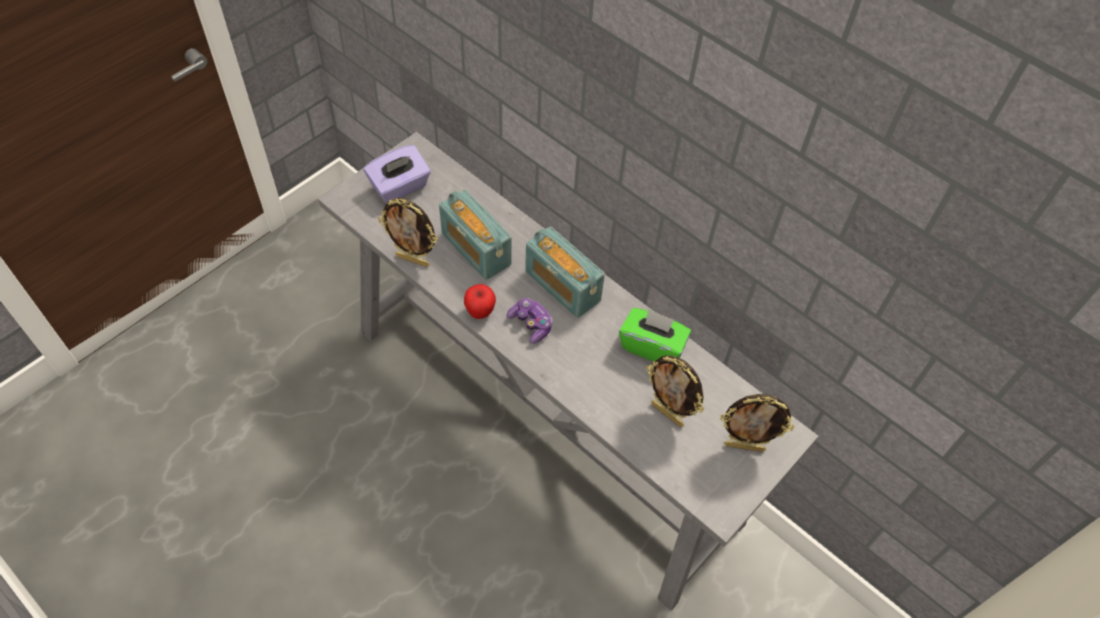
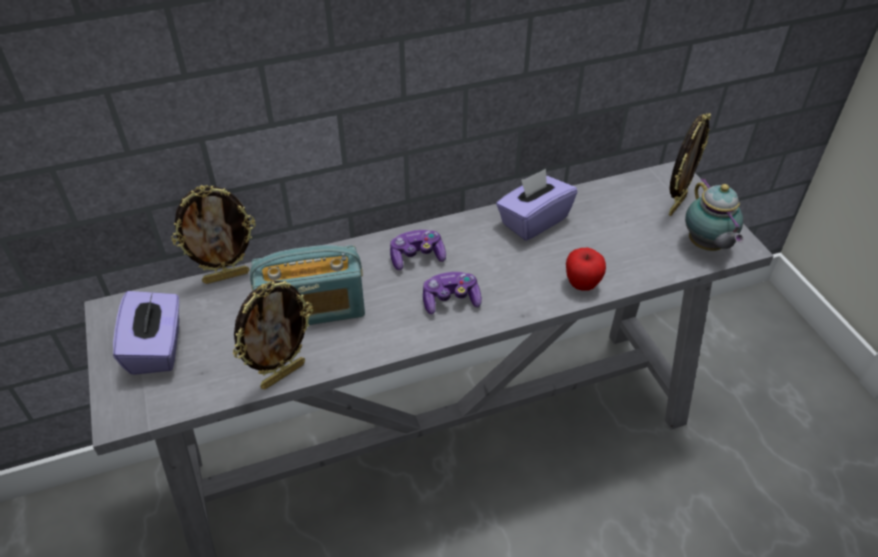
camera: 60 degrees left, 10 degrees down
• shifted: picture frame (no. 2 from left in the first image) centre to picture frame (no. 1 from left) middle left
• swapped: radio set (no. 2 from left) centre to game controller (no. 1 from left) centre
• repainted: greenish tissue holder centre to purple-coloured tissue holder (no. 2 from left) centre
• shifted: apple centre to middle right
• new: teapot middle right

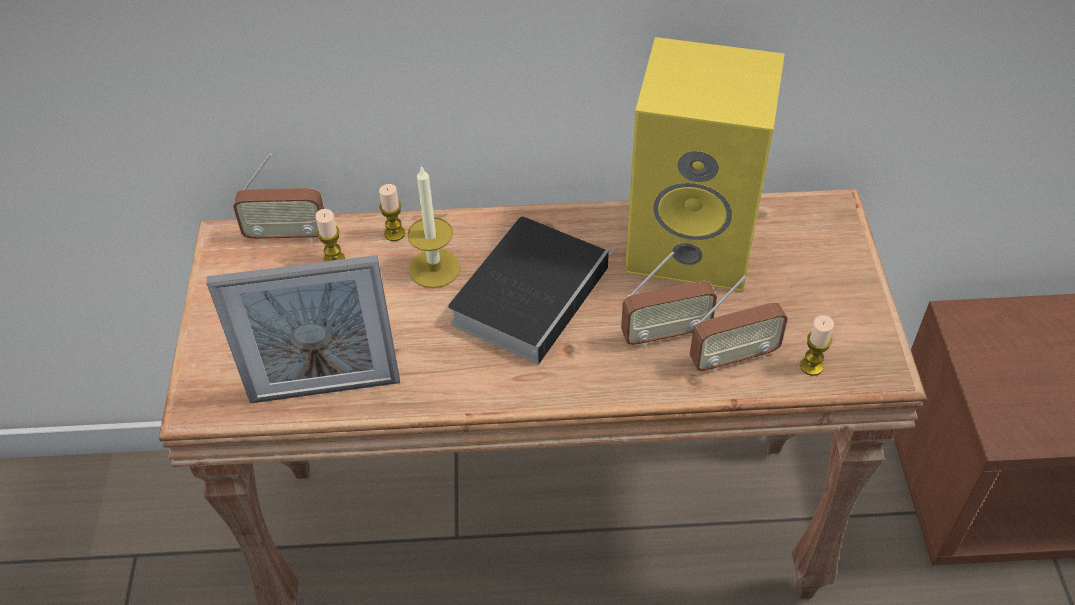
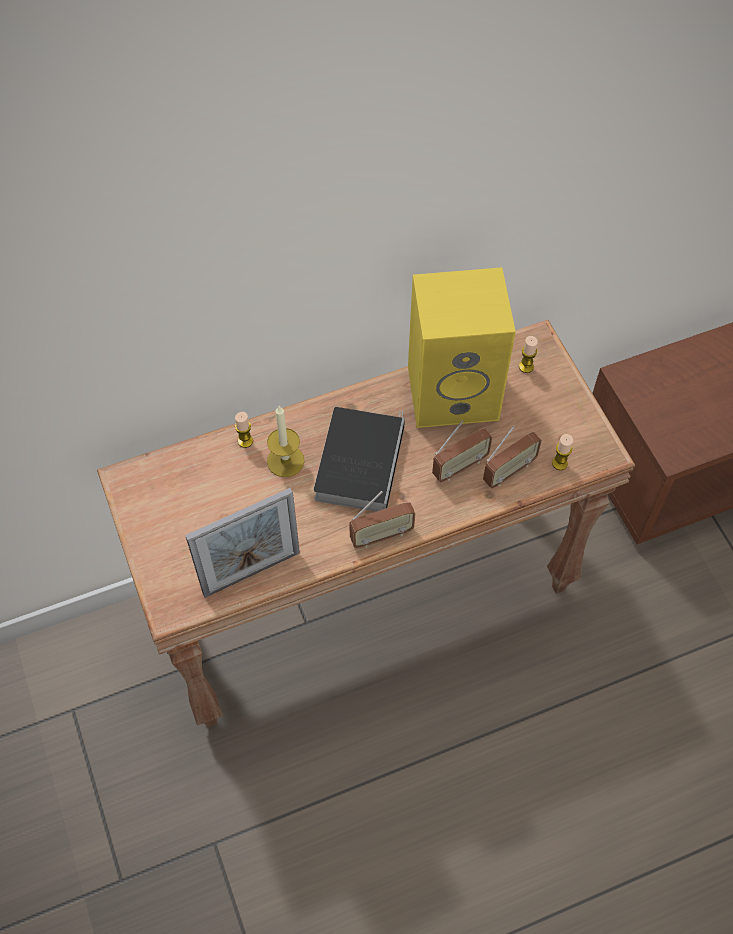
camera: 20 degrees left, 10 degrees up
• shifted: radio set (no. 1 from left) top left to centre
• shifted: wax light (no. 1 from left in the first image) middle left to wax light (no. 3 from left) middle right

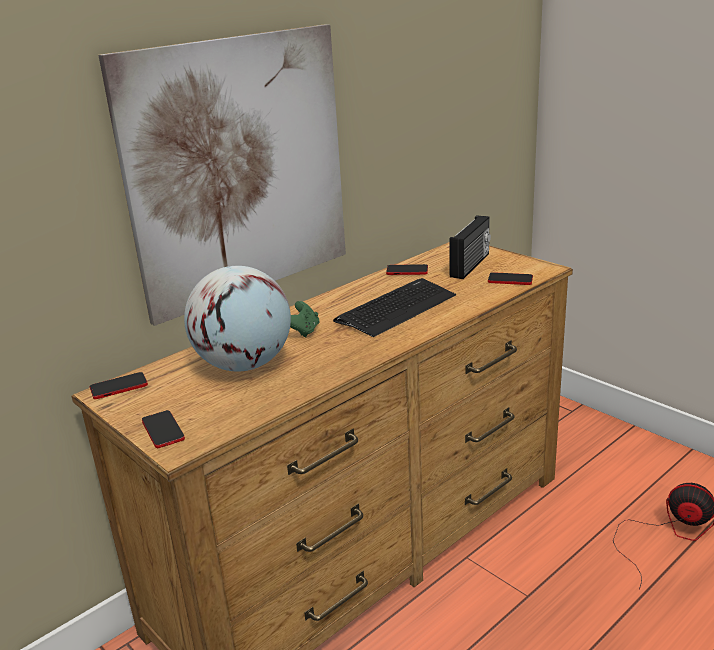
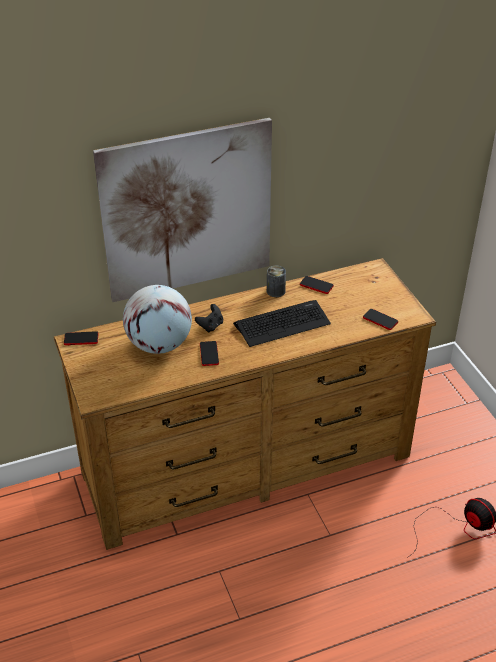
camera: 20 degrees right, 15 degrees up
• repainted: greenish game controller centre to black-coloured game controller centre
• shifted: handset (no. 2 from left) middle left to centre
• new: can centre
• gone: radio set centre

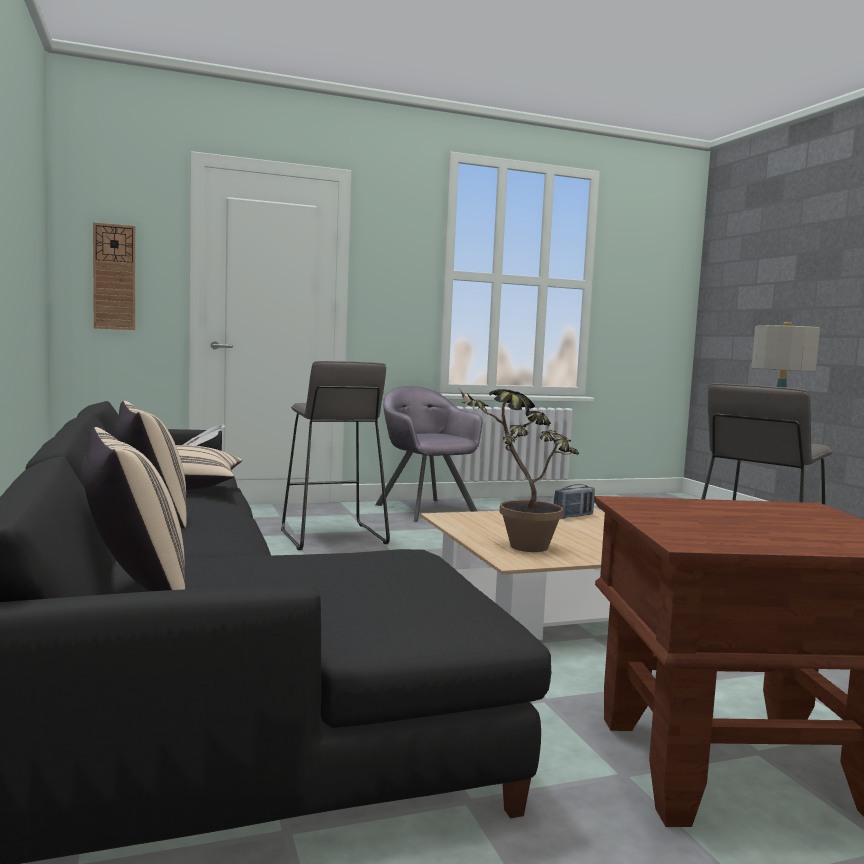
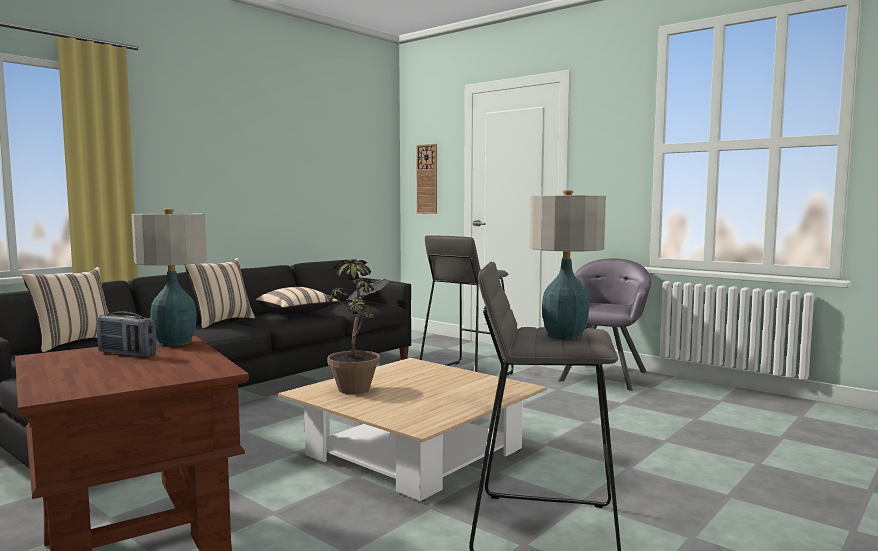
camera: 60 degrees right, 0 degrees up
• shifted: radio set centre to middle left
• new: lamp for a table (no. 1 from left) middle left

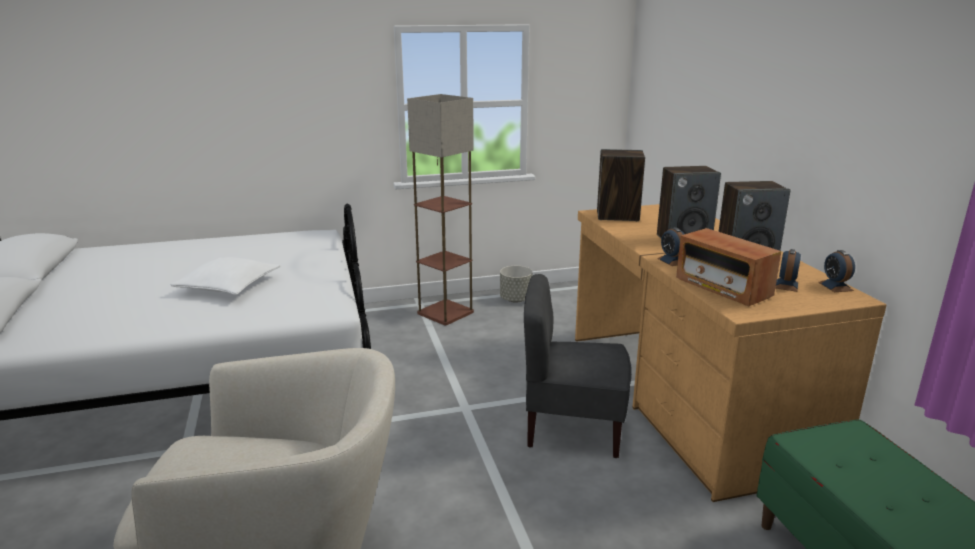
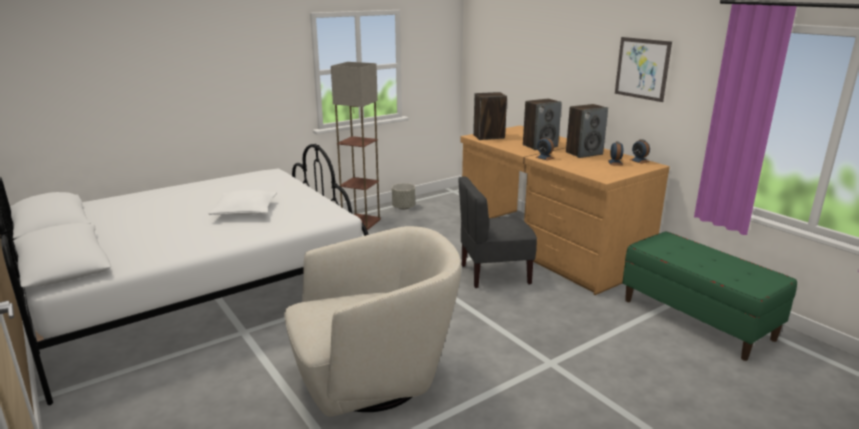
camera: 20 degrees left, 0 degrees up
• new: picture top right
• gone: radio set middle right

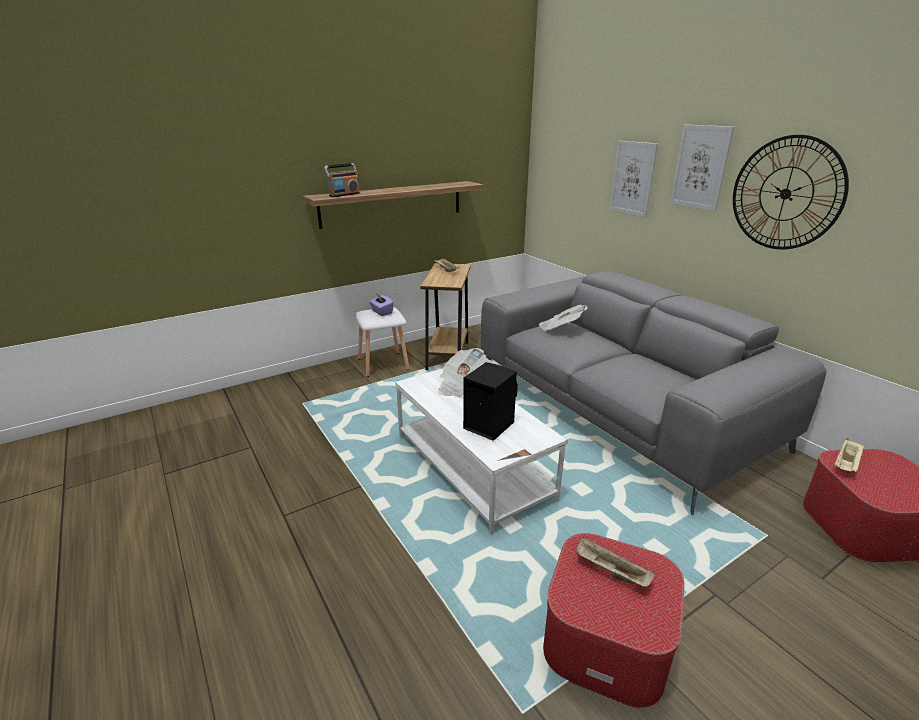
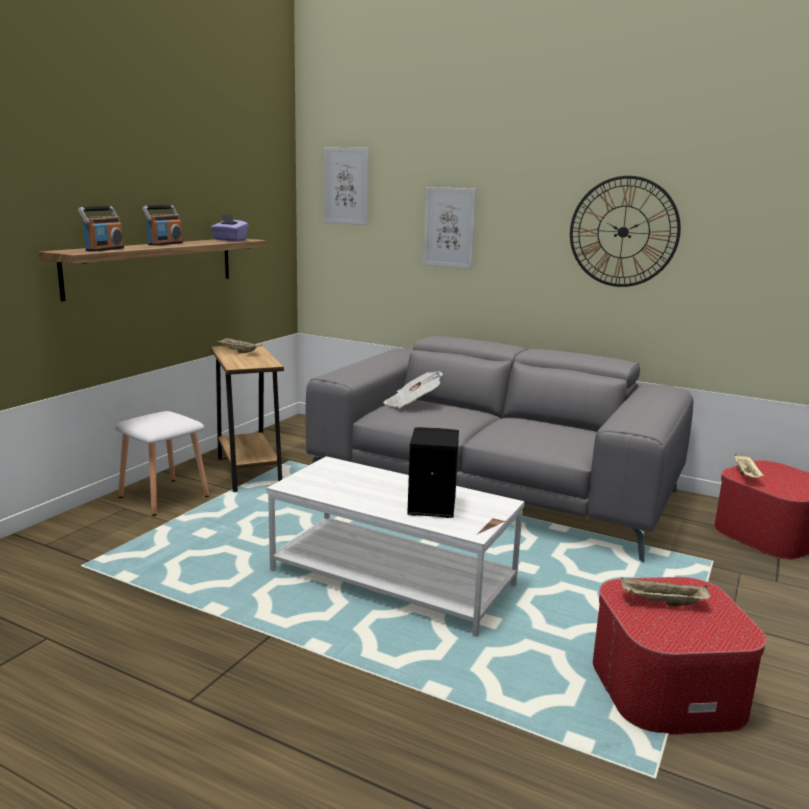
camera: 30 degrees left, 10 degrees down
• new: radio set (no. 2 from left) top left
• shifted: purple-coloured tissue holder centre to top left
• shifted: picture (no. 2 from left in the first image) top right to picture (no. 1 from left) top centre
• gone: daily paper (no. 1 from left) centre

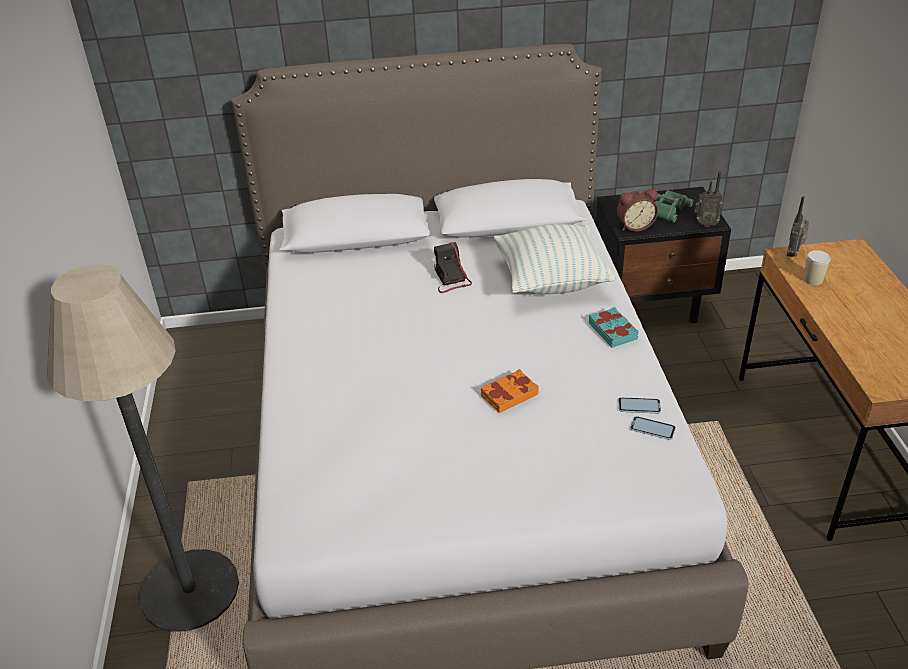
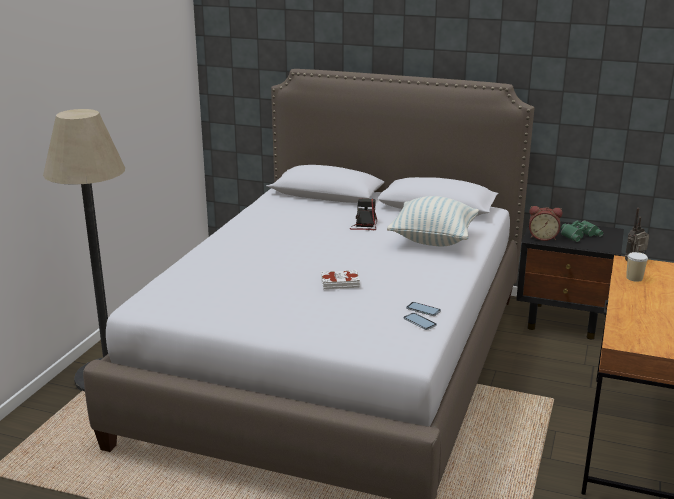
camera: 25 degrees right, 15 degrees down
• repainted: orange book centre to whitish book centre
• gone: blue-green book middle right
• gone: radio set (no. 1 from left) top right

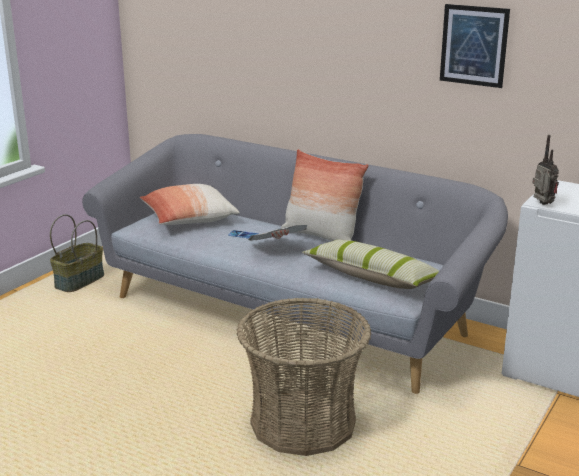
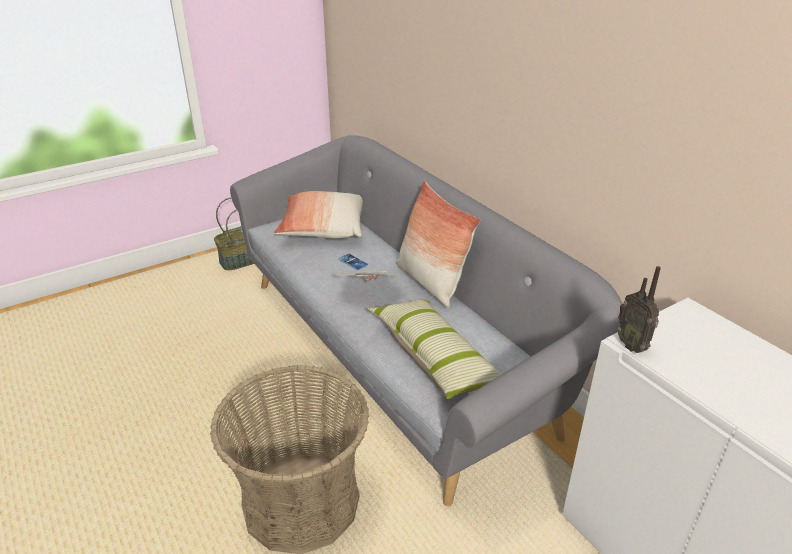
camera: 25 degrees right, 10 degrees up
• rotated: radio set middle right = middle right 150 degrees clockwise
• gone: picture top right

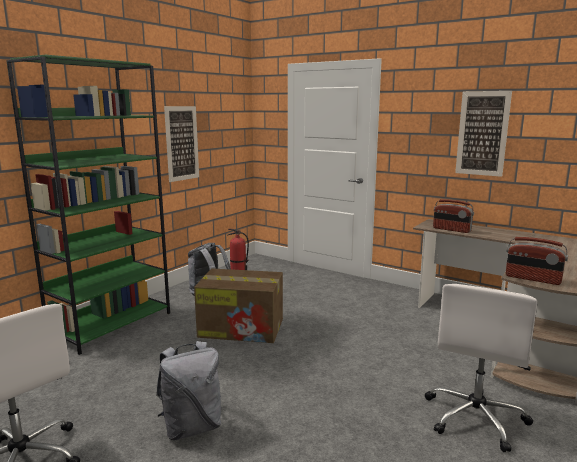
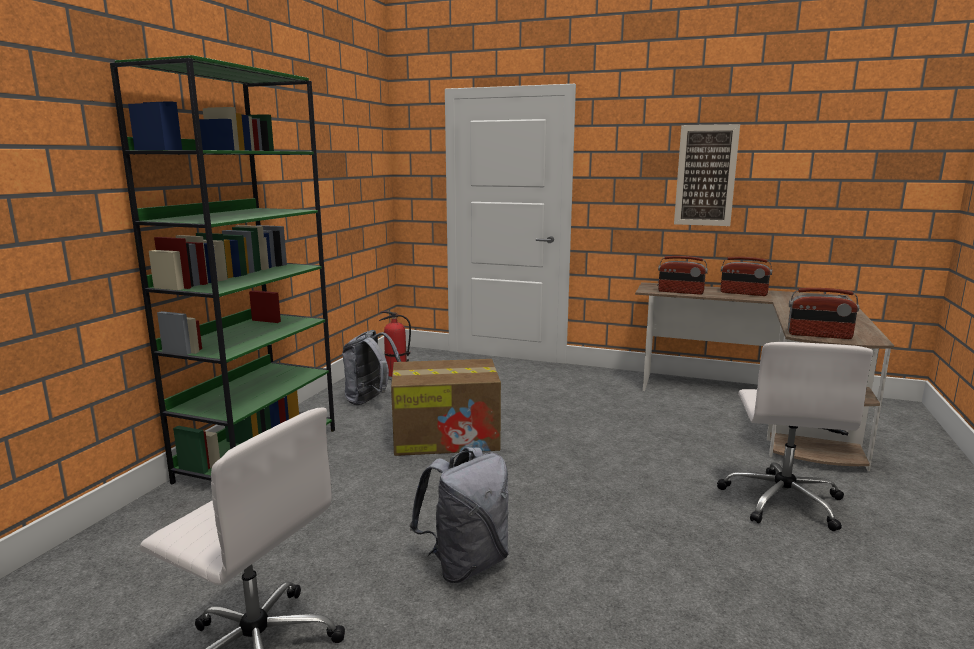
camera: 15 degrees left, 0 degrees up
• new: radio set (no. 2 from left) middle right
• gone: picture (no. 1 from left) top left

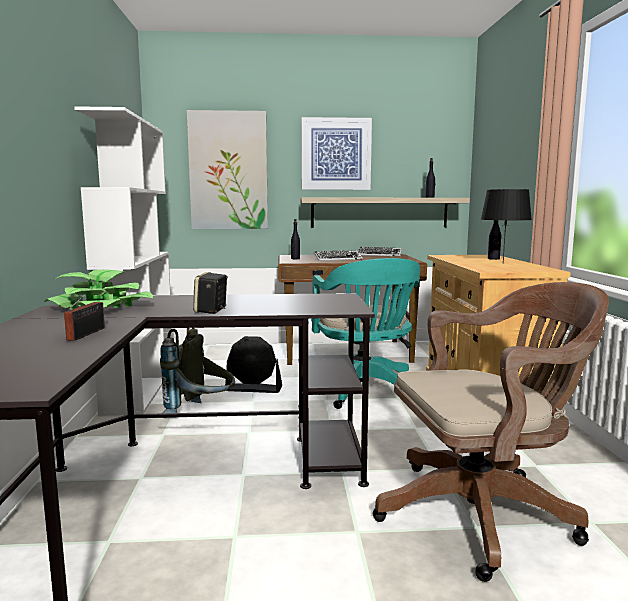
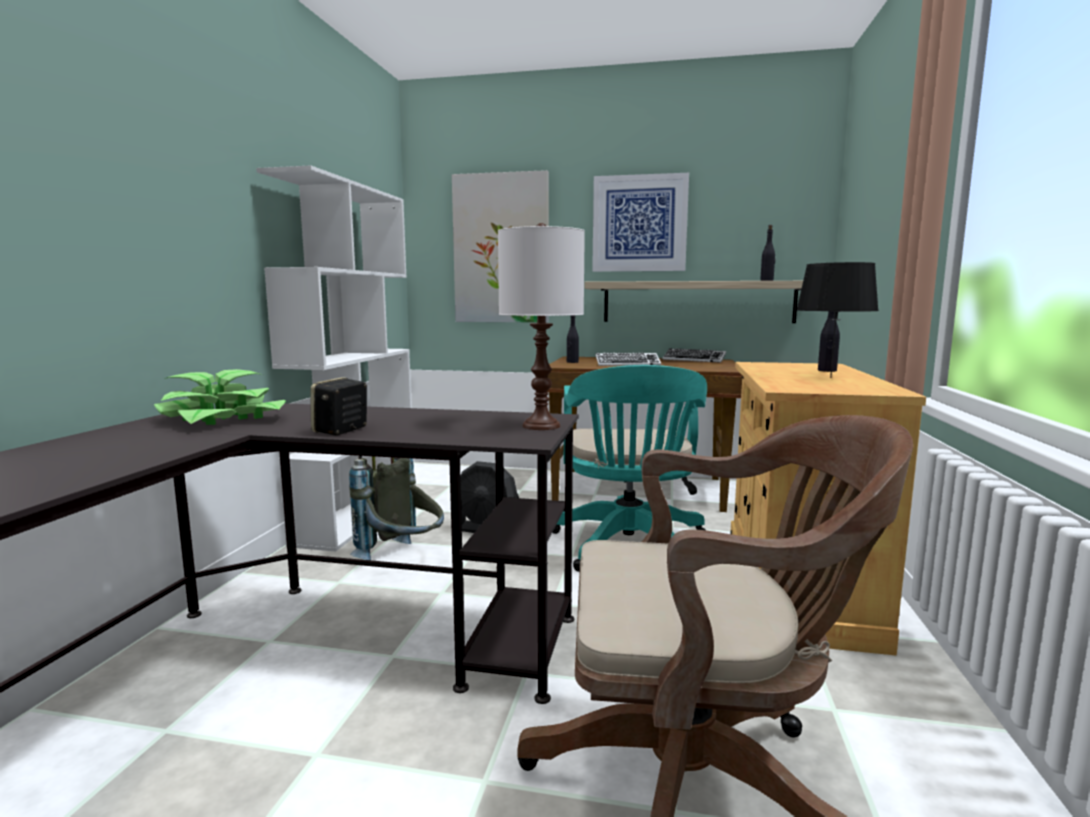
camera: 15 degrees right, 0 degrees up
• new: whitish lamp for a table centre
• gone: radio set middle left

